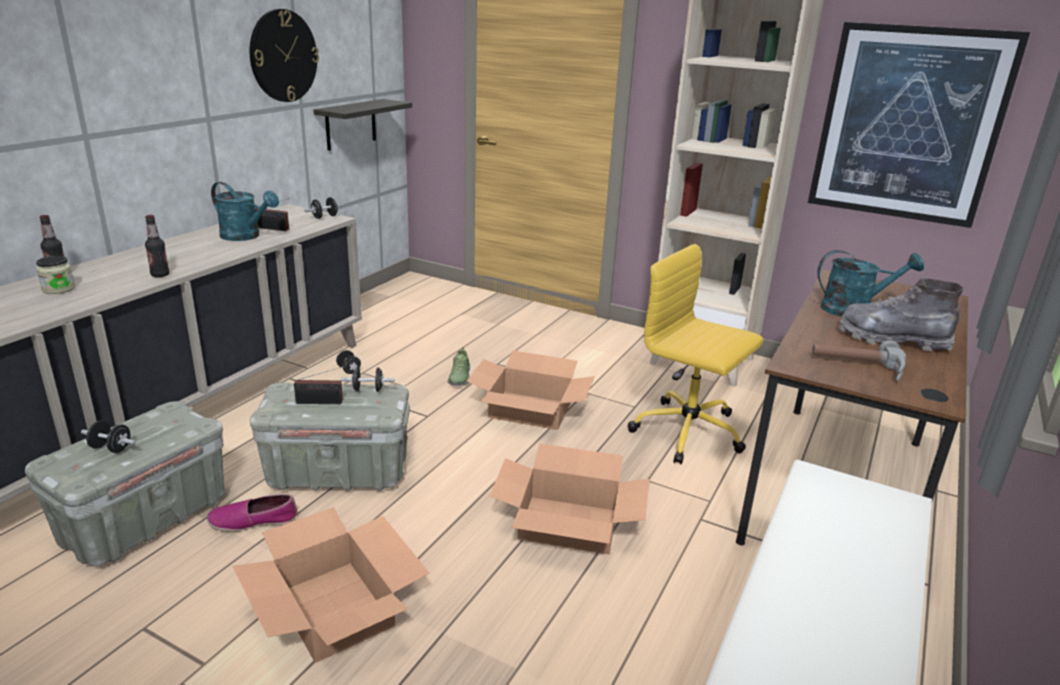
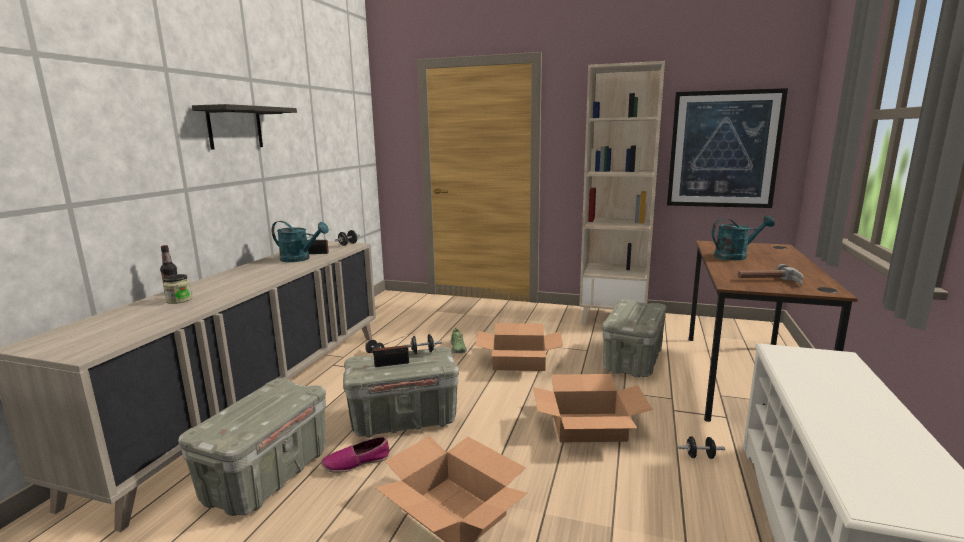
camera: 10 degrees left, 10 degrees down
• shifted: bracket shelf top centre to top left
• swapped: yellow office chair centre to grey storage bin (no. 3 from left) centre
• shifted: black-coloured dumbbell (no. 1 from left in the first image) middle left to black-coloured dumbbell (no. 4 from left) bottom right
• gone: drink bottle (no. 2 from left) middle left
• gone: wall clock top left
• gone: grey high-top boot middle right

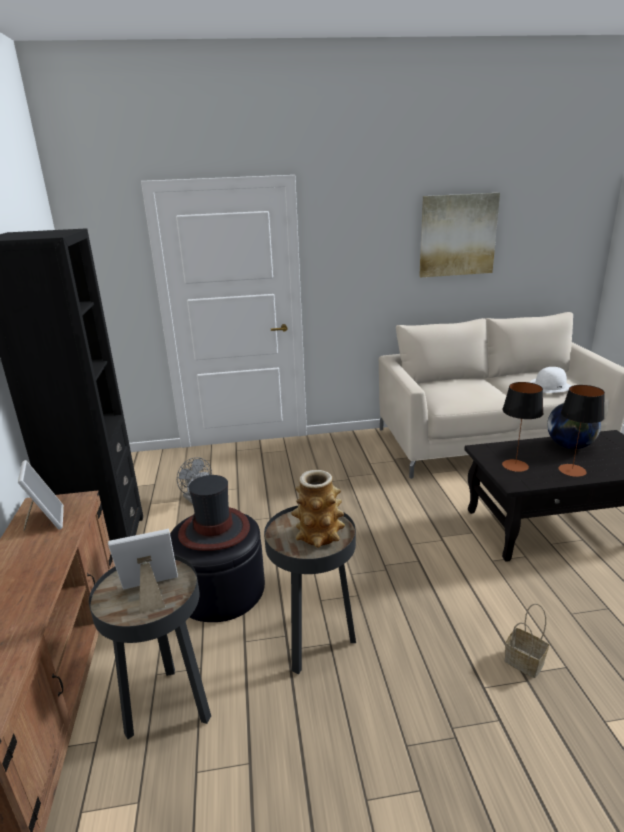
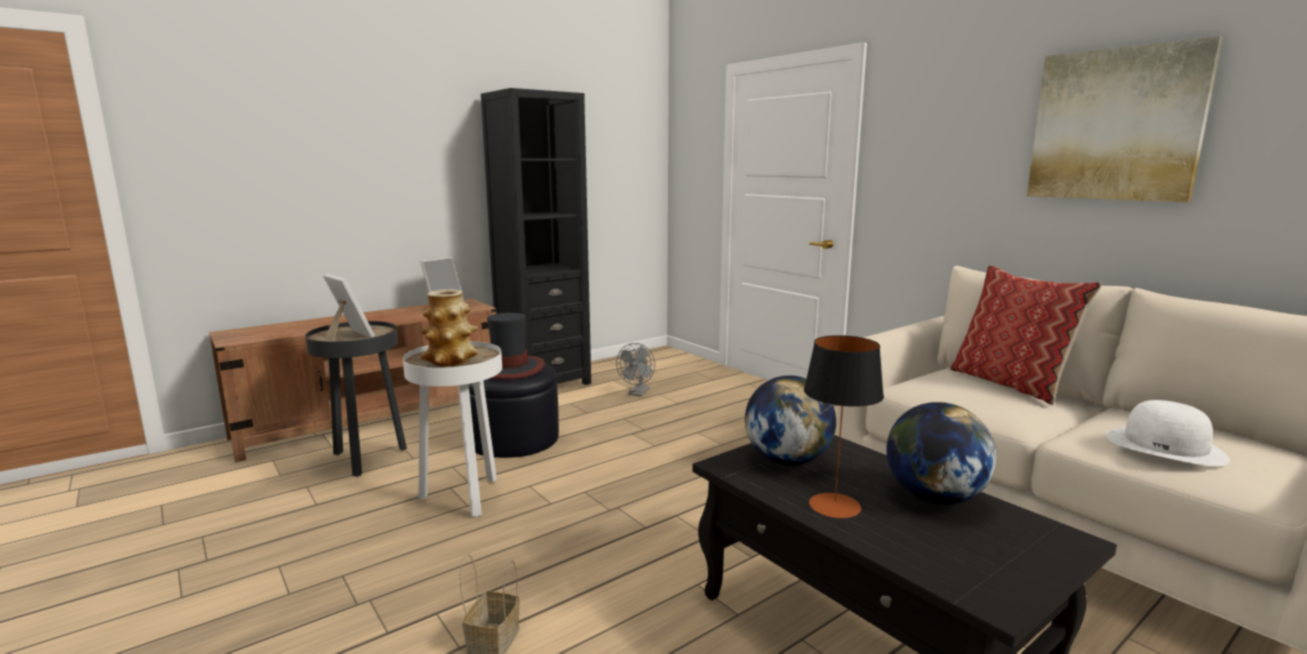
camera: 60 degrees right, 10 degrees down
• repainted: black-coloured end table (no. 2 from left) bottom centre to whitish end table centre
• swapped: lamp for a table (no. 1 from left) middle right to desk globe (no. 1 from left) centre
• new: throw pillow middle right

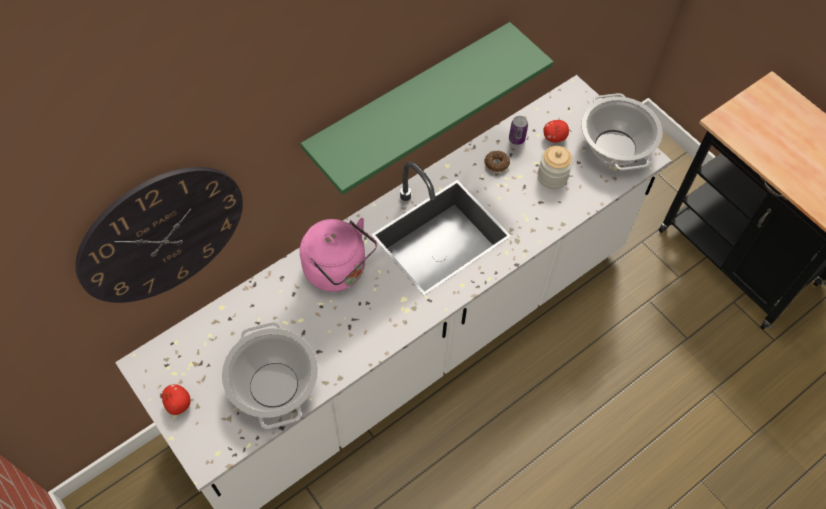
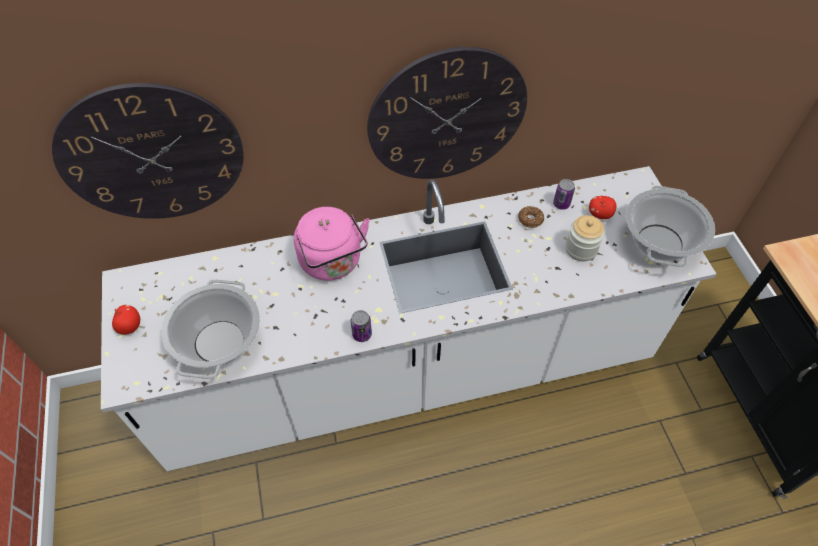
camera: 25 degrees right, 5 degrees down
• new: can (no. 1 from left) centre
• swapped: greenish bracket shelf top centre to wall clock (no. 2 from left) top centre

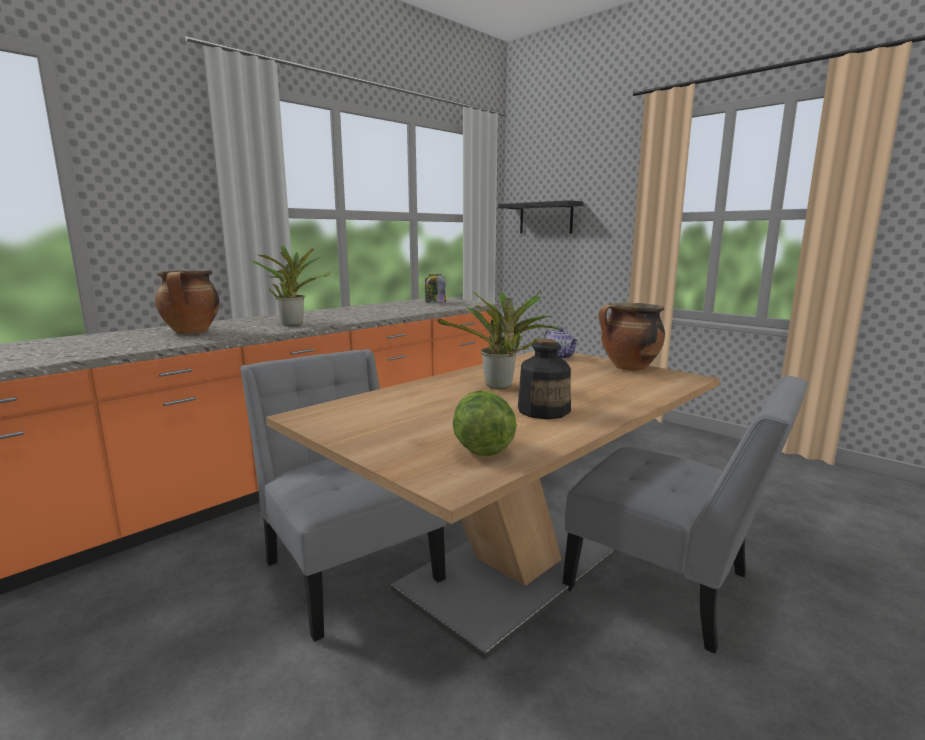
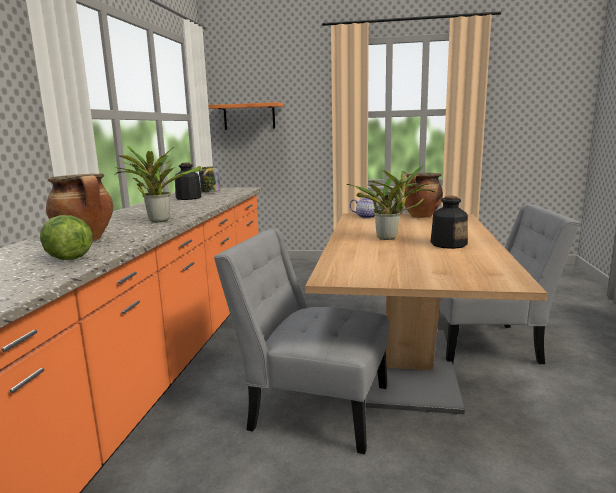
camera: 35 degrees left, 0 degrees up
• shifted: head of lettuce centre to middle left
• new: drink bottle (no. 1 from left) middle left
• repainted: black-coloured bracket shelf top centre to orange bracket shelf top centre

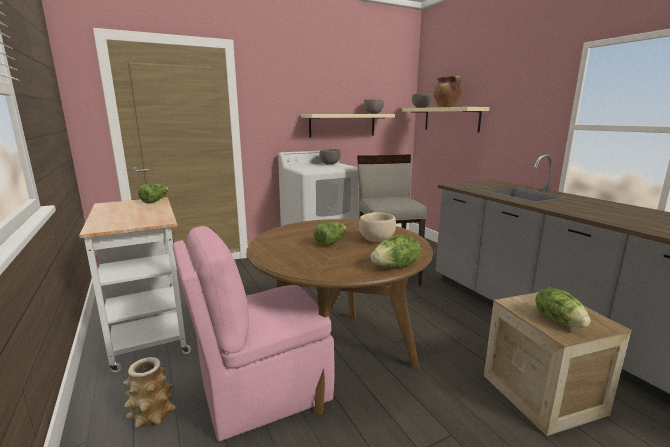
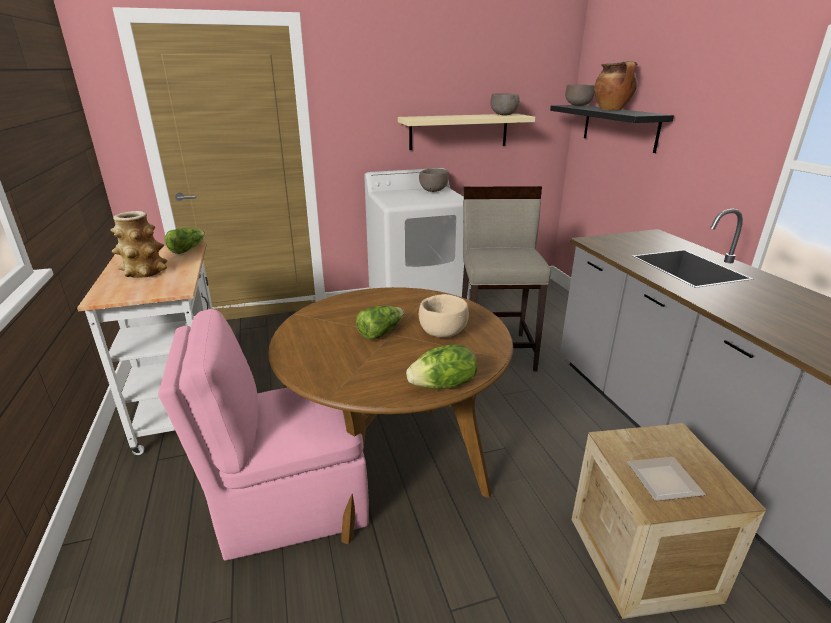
camera: 10 degrees right, 10 degrees up
• shifted: flower vase bottom left to middle left
• repainted: beige bracket shelf (no. 2 from left) top centre to black-coloured bracket shelf top right
• swapped: head of lettuce (no. 4 from left) bottom right to flat dish bottom right

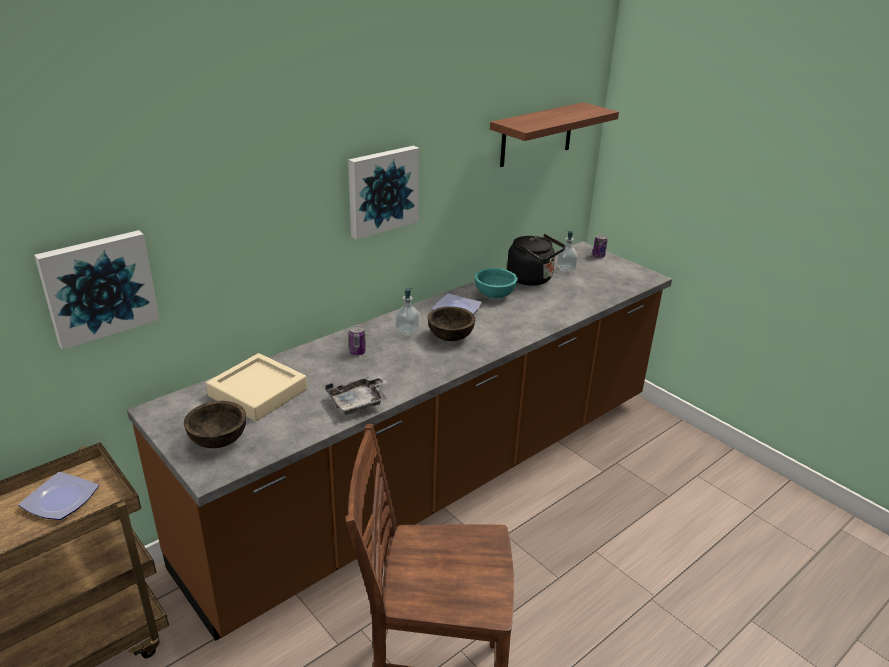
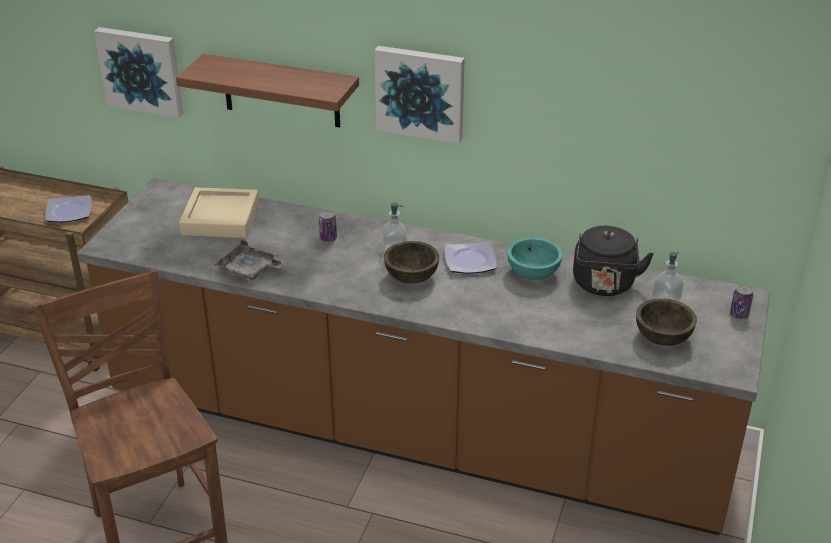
camera: 60 degrees right, 5 degrees up
• shifted: bracket shelf top centre to top left
• shifted: brownish deep dish (no. 1 from left in the first image) middle left to brownish deep dish (no. 2 from left) middle right

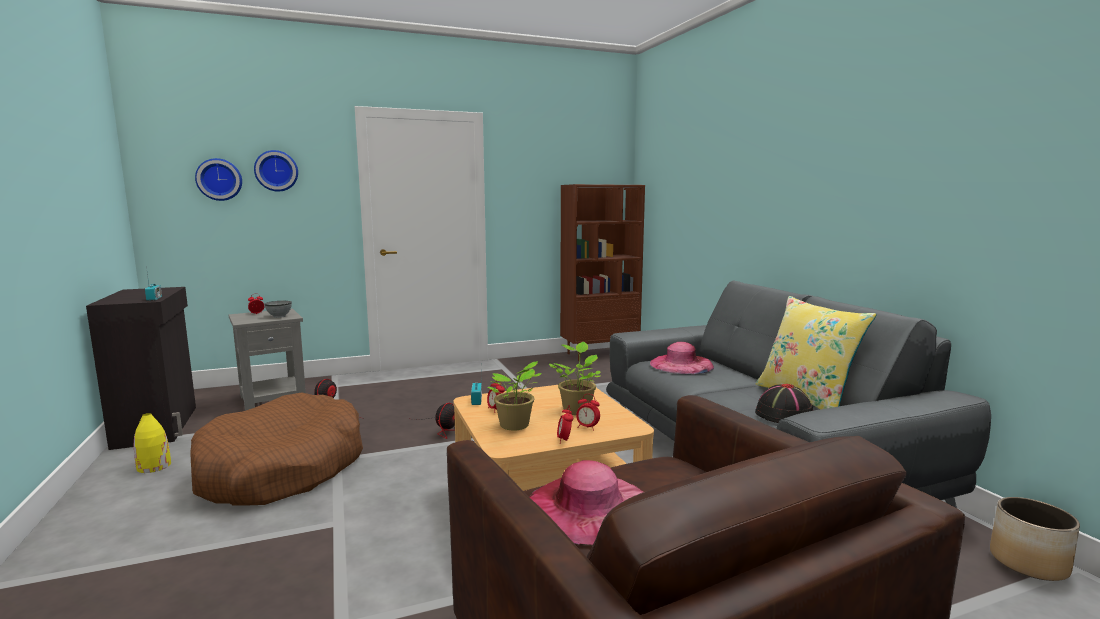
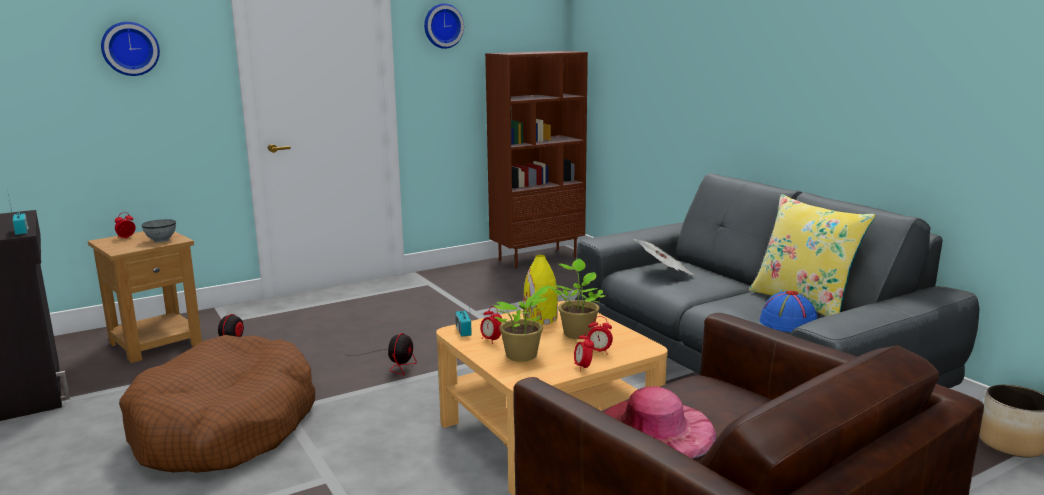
camera: 10 degrees left, 5 degrees up
• repainted: grey end table middle left to brownish end table middle left
• shifted: wall clock (no. 1 from left in the first image) top left to wall clock (no. 2 from left) top centre
• shifted: yellow flower vase bottom left to centre
• swapped: pink hat (no. 2 from left) centre to daily paper centre
• repainted: black-coloured hat middle right to bluish hat middle right

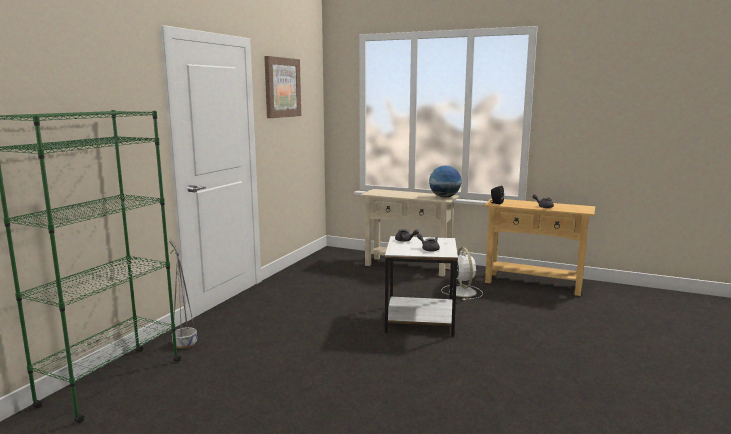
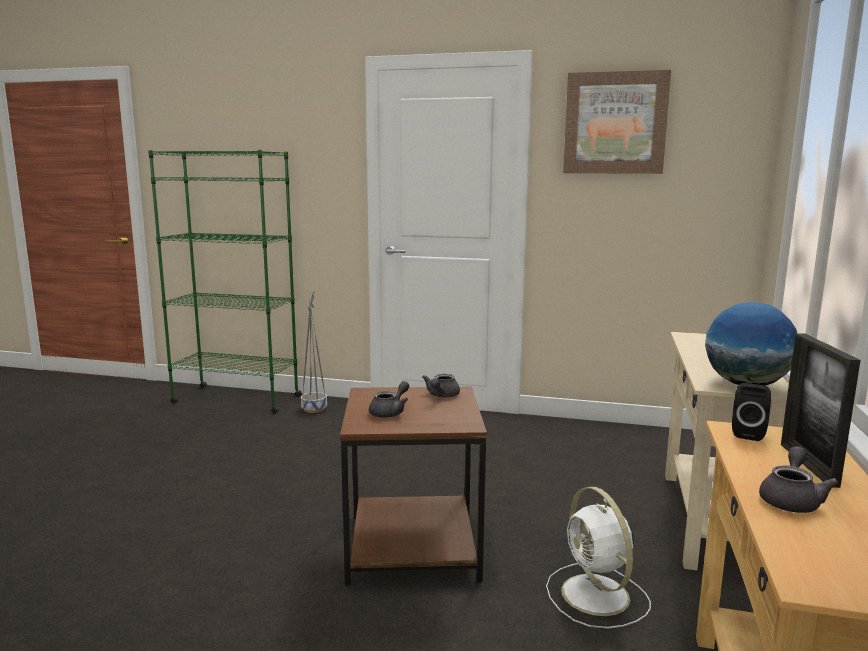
camera: 80 degrees right, 0 degrees up
• repainted: whitish end table centre to brownish end table bottom centre
• rotated: whitish electric fan centre = bottom right 90 degrees clockwise
• new: picture frame middle right

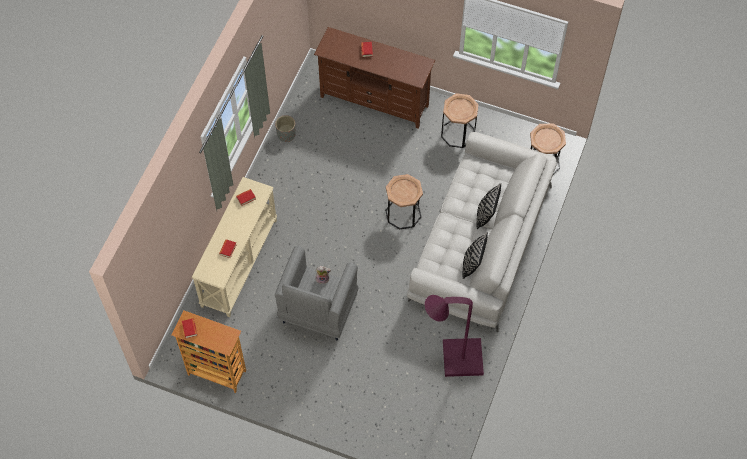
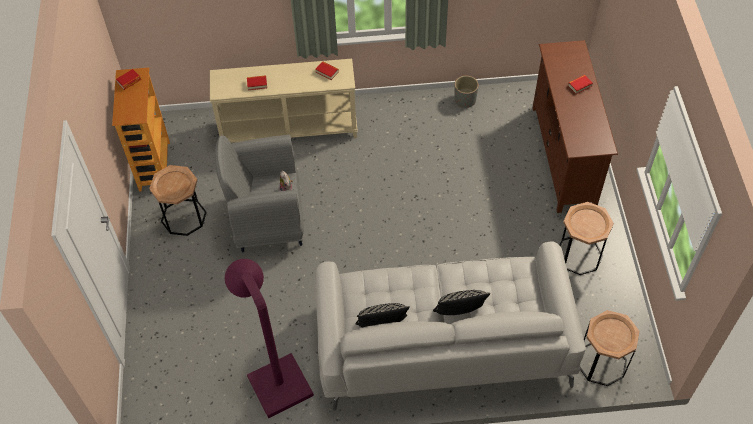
camera: 65 degrees right, 5 degrees down
• shifted: brownish end table (no. 1 from left) centre to middle left

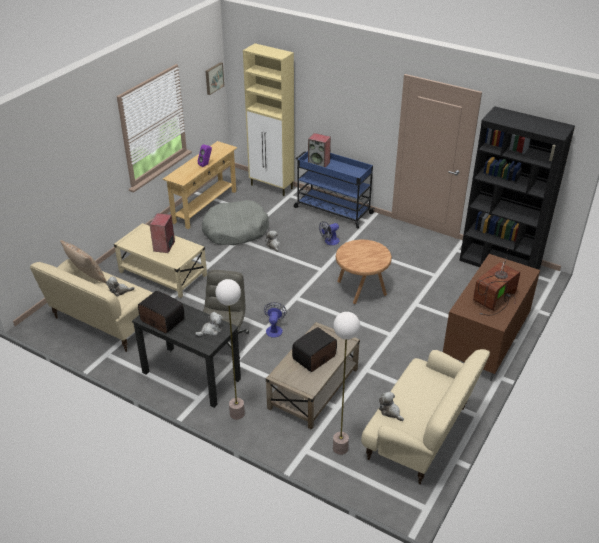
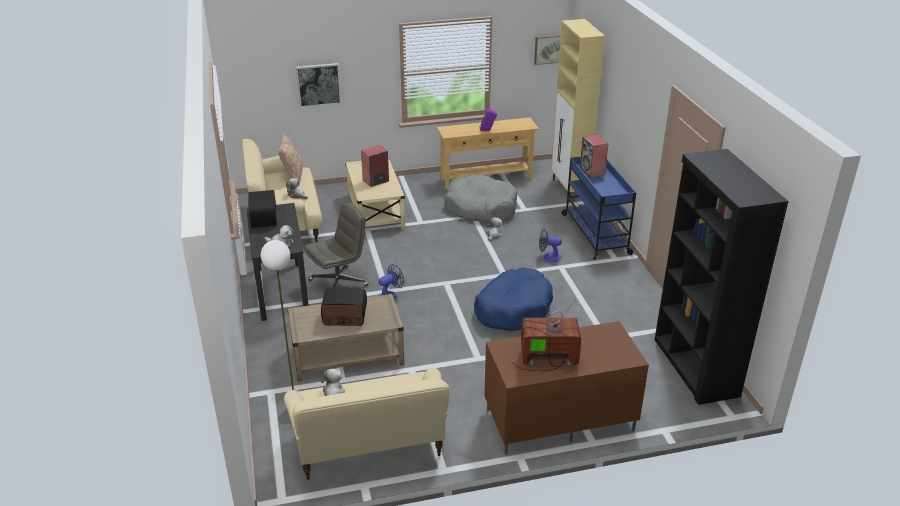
camera: 45 degrees right, 5 degrees down
• new: picture (no. 1 from left) top centre
• swapped: brownish end table centre to bluish dog bed centre
• gone: floor lamp (no. 1 from left) centre

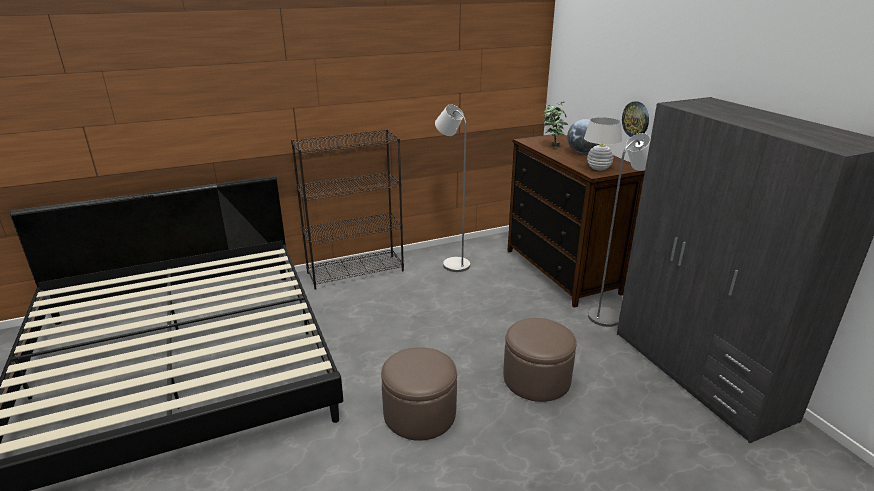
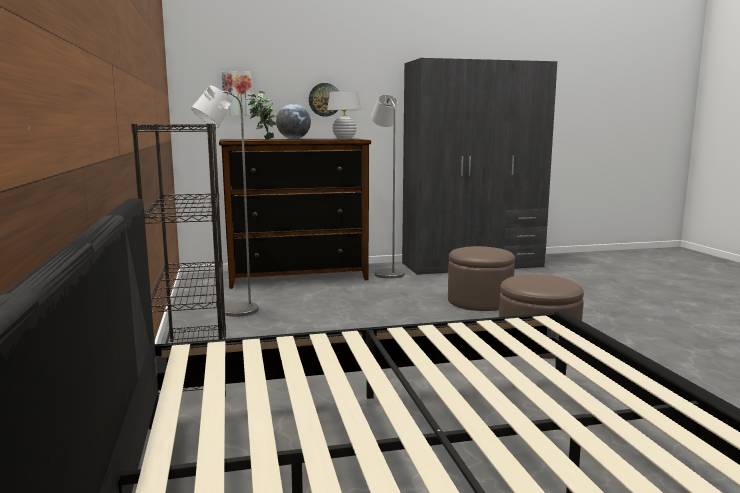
camera: 80 degrees left, 15 degrees down
• new: picture top left

